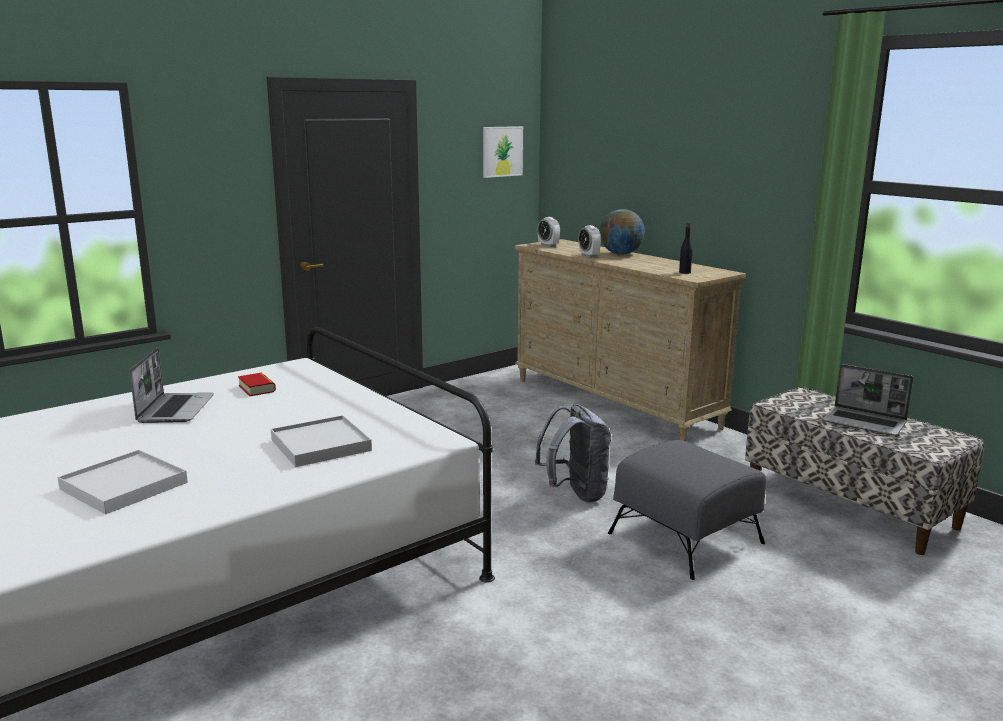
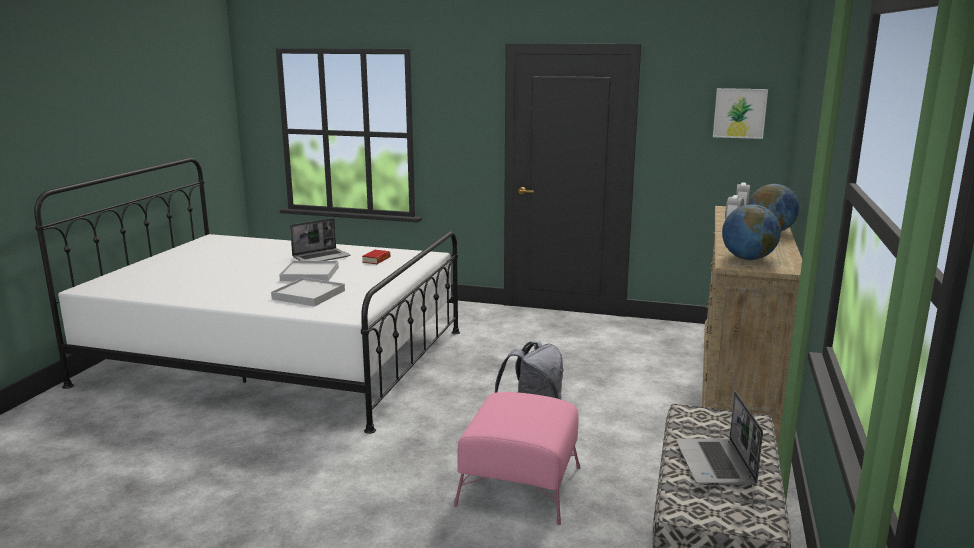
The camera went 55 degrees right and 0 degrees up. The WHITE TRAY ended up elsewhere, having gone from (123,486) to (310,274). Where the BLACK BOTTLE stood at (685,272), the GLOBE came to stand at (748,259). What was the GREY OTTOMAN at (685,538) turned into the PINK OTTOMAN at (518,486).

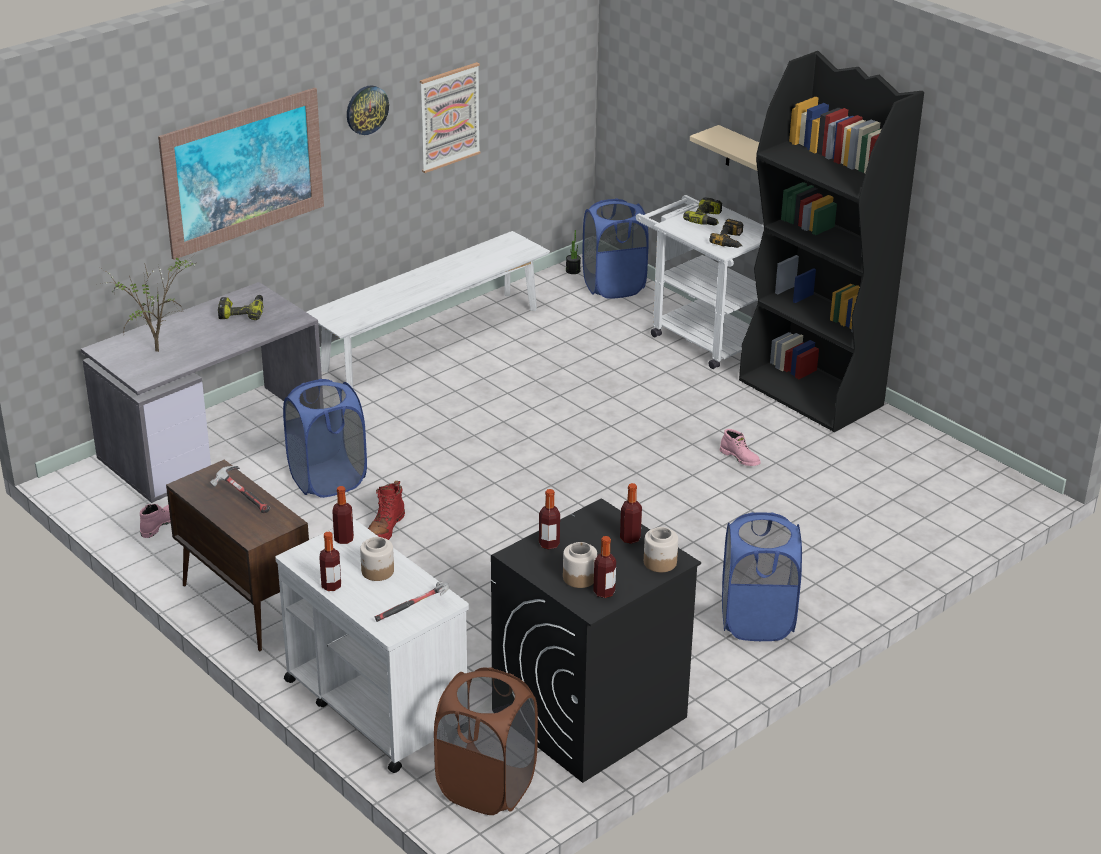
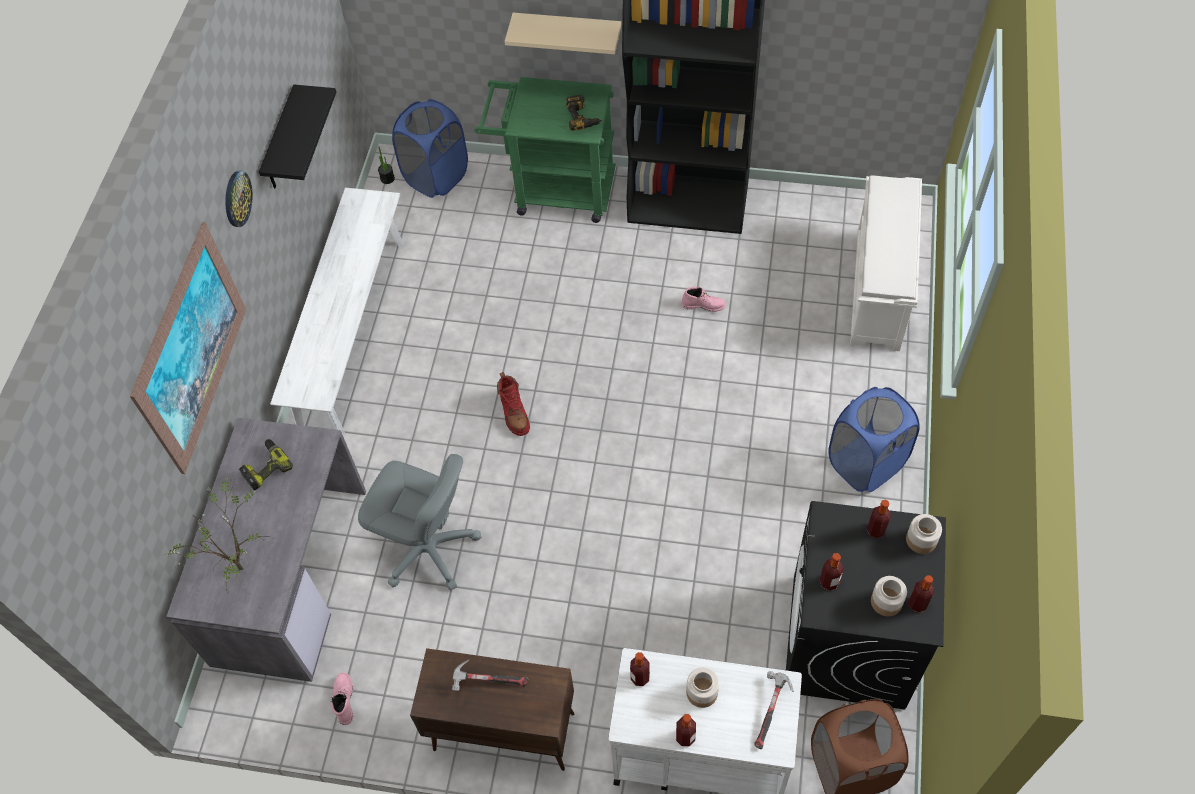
The camera went 35 degrees left and 25 degrees up. The second view lost the POWER DRILL at (707,219). The second view gained the WHITE SHOE RACK at (878,291). The RED BOOT ended up elsewhere, having gone from (385,528) to (514,413). Where the BLUE LAUNDRY BASKET stood at (327,480), the GREY OFFICE CHAIR came to stand at (428,549). Where the PICTURE hung at (449,117), the BLACK SHELF came to hang at (281,141). What was the WHITE CART at (701,336) turned into the GREEN CART at (555,191).

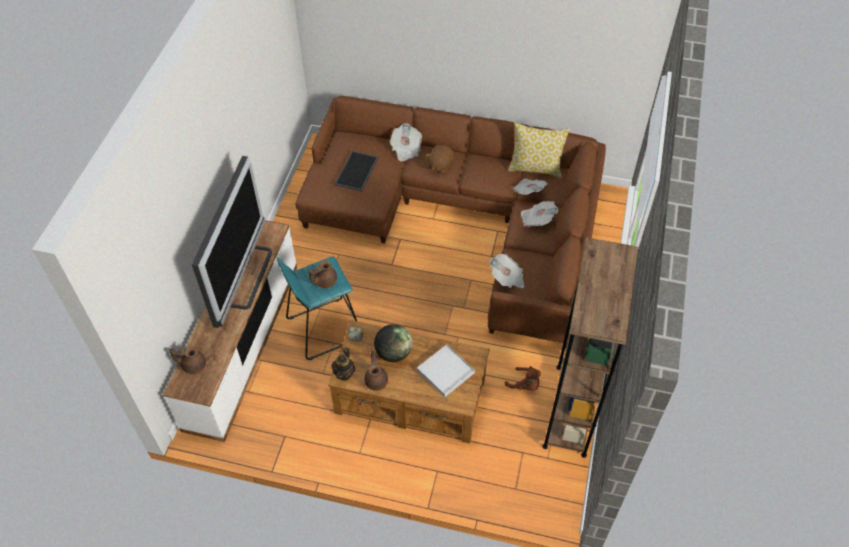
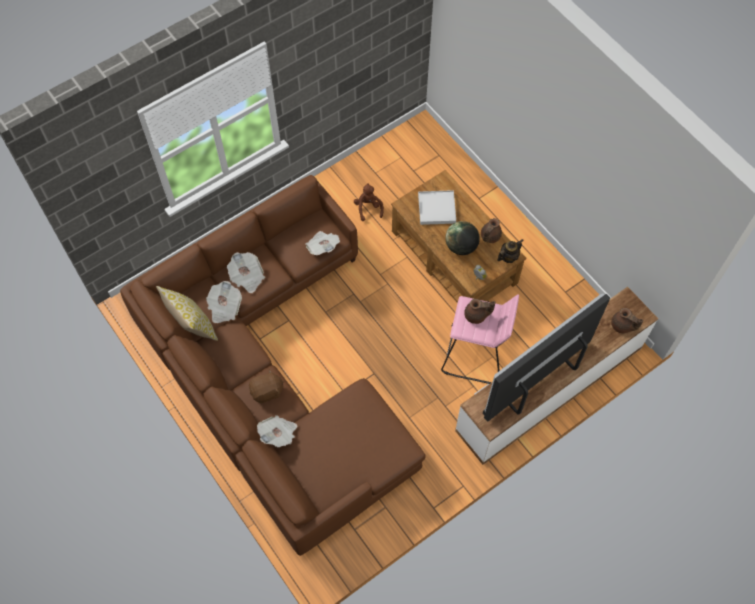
The camera went 140 degrees left and 10 degrees up. The second view lost the TRAY at (357,171). The second view lost the BROWN BOOKCASE at (571,409). What was the TURQUOISE STOOL at (323,328) turned into the PINK STOOL at (476,356).

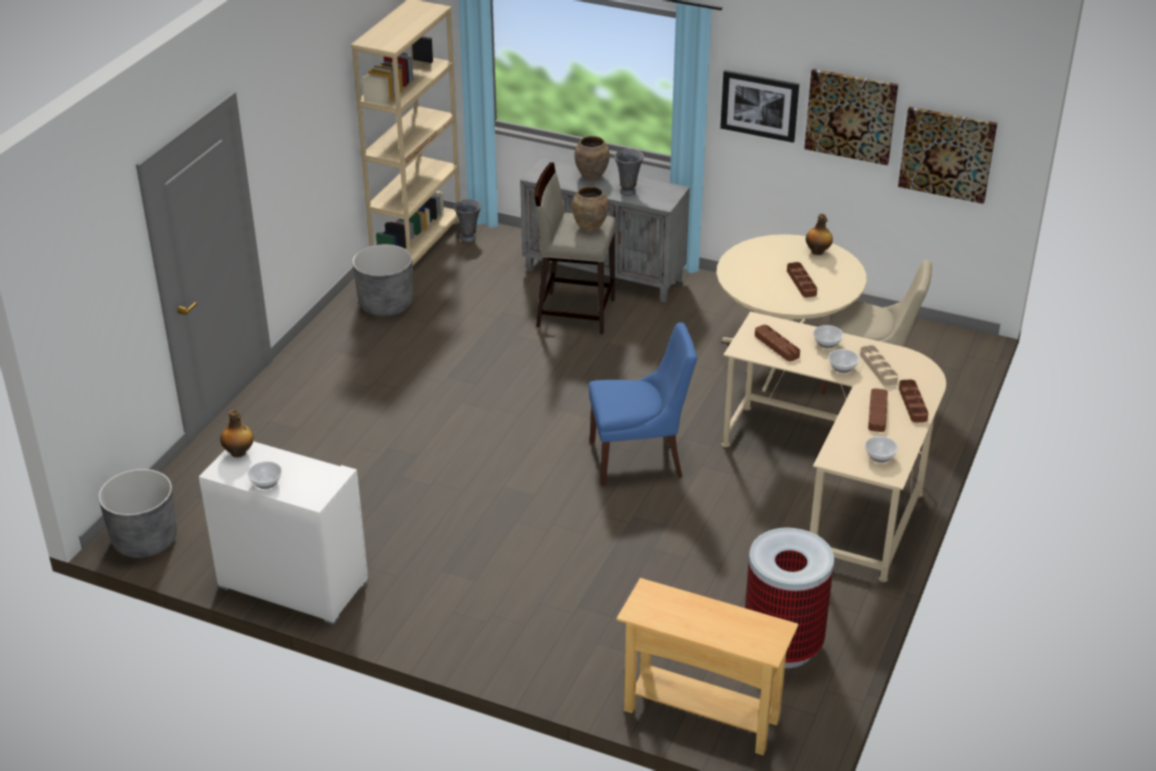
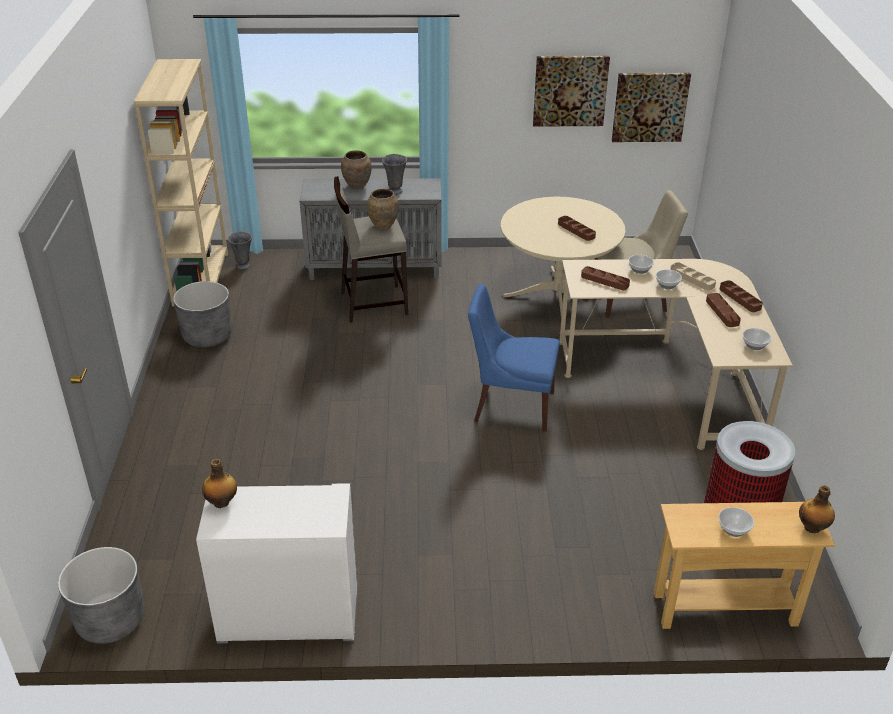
The camera went 25 degrees left and 0 degrees up. The second view lost the PICTURE at (759,105). The BOWL ended up elsewhere, having gone from (266,483) to (734,529). The BOTTLE ended up elsewhere, having gone from (818,252) to (813,527). The BLUE CHAIR at (639,458) ended up facing another way, 135 degrees counterclockwise from before.

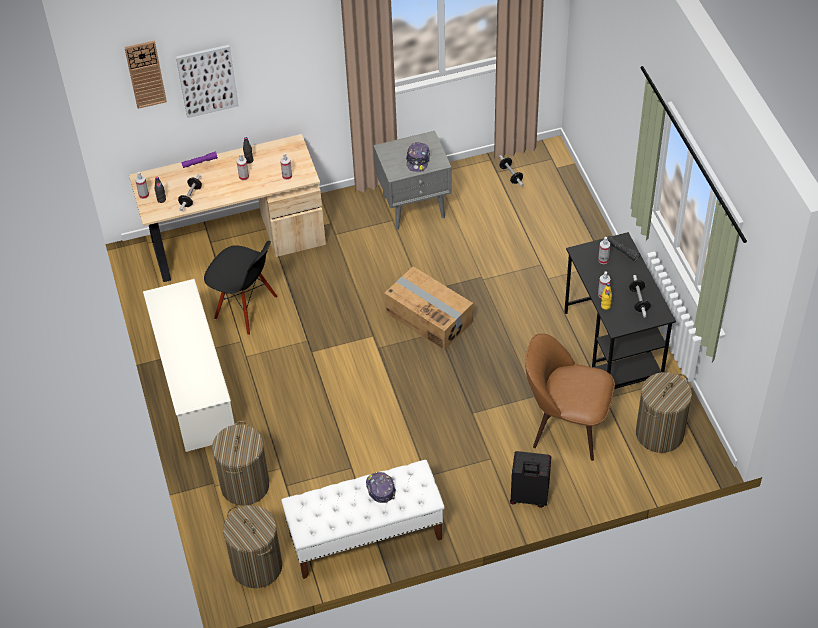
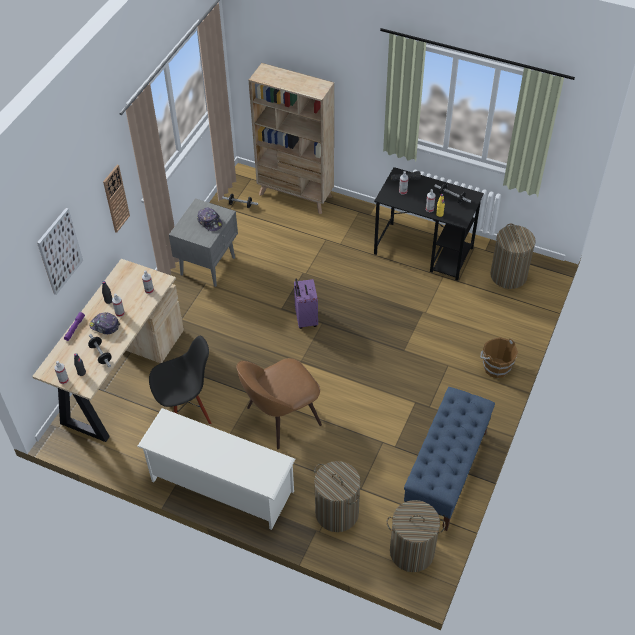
The camera went 50 degrees left and 0 degrees up. The second view gained the BEIGE BOOKCASE at (295,195). The WALL CLOCK ended up elsewhere, having gone from (145,74) to (116,199). The CAP ended up elsewhere, having gone from (380,489) to (104,326). The BROWN CHAIR ended up elsewhere, having gone from (566,425) to (281,417). Where the CARDBOARD BOX stood at (429,317), the PURPLE SUITCASE came to stand at (305,319). Where the BLACK SUITCASE stood at (528,497), the BROWN BUCKET came to stand at (495,367). What was the WHITE BENCH at (365,537) turned into the BLUE BENCH at (446,473).

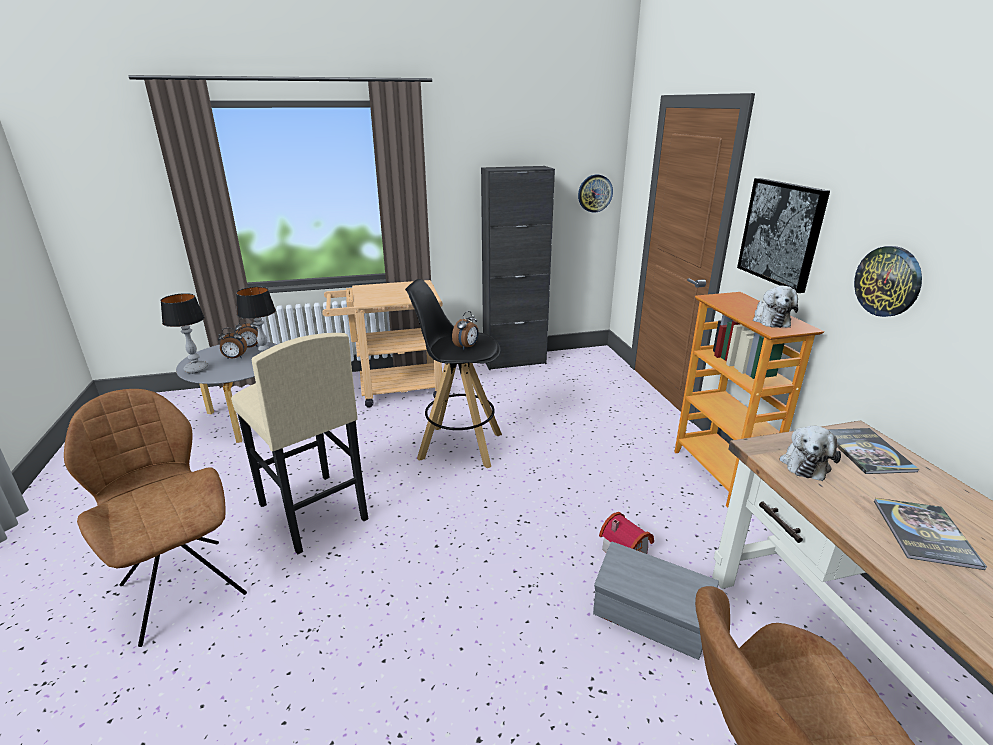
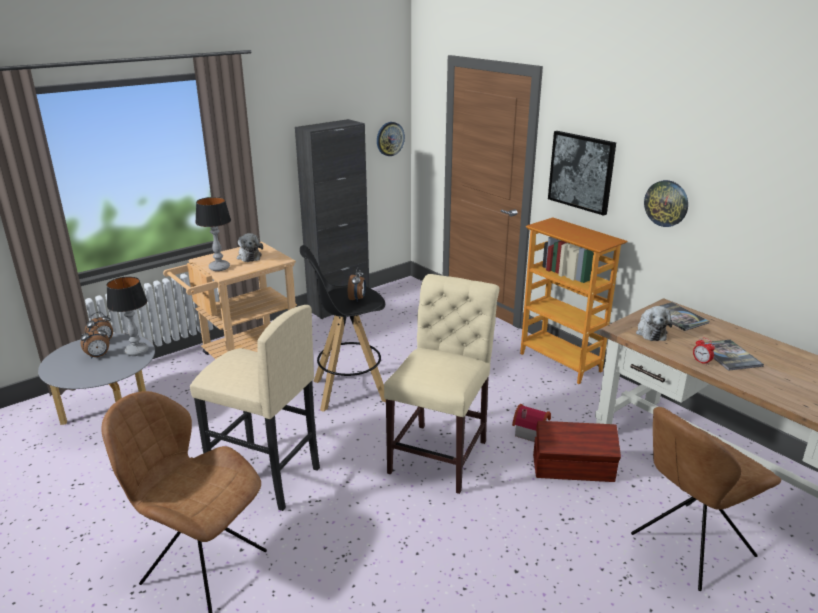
The camera went 25 degrees left and 0 degrees up. The second view gained the BEIGE CHAIR at (441,453). The second view gained the ALARM CLOCK at (701,362). The TABLE LAMP ended up elsewhere, having gone from (196,369) to (219,268). The PLUSH TOY ended up elsewhere, having gone from (770,320) to (249,256). What was the GREY STORAGE BOX at (651,620) turned into the BROWN STORAGE BOX at (574,469).

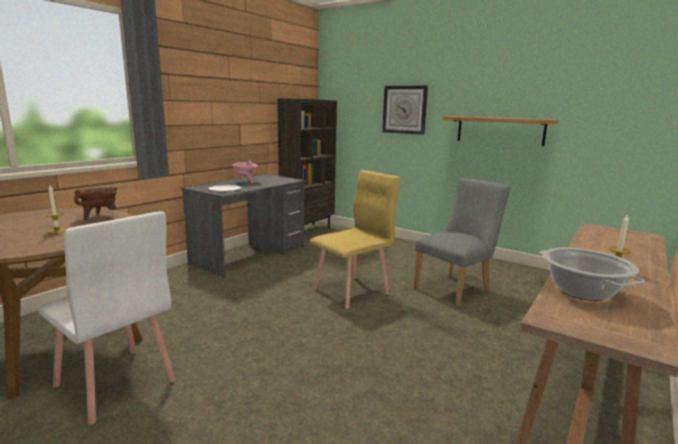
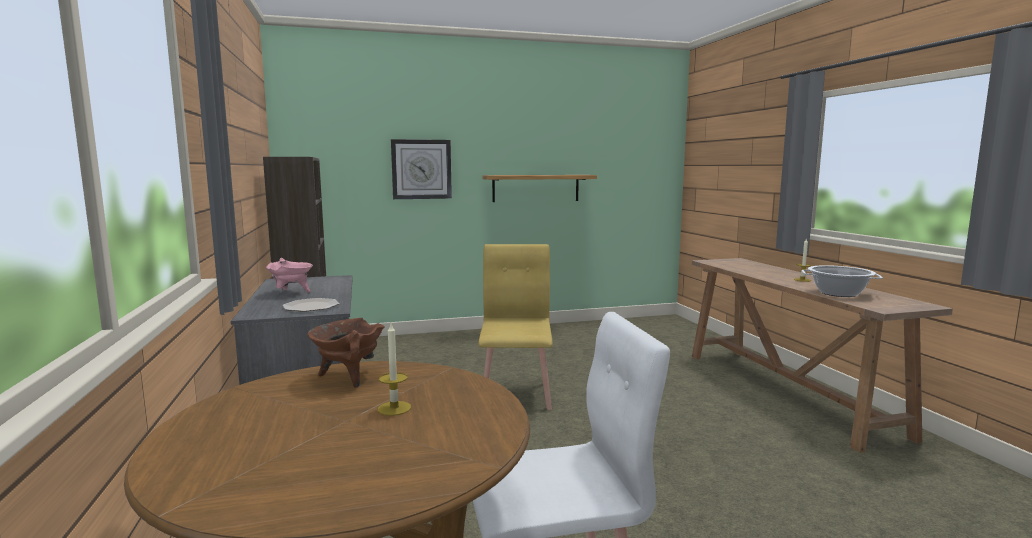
The camera went 50 degrees left and 5 degrees down. The second view lost the GREY CHAIR at (456,288).

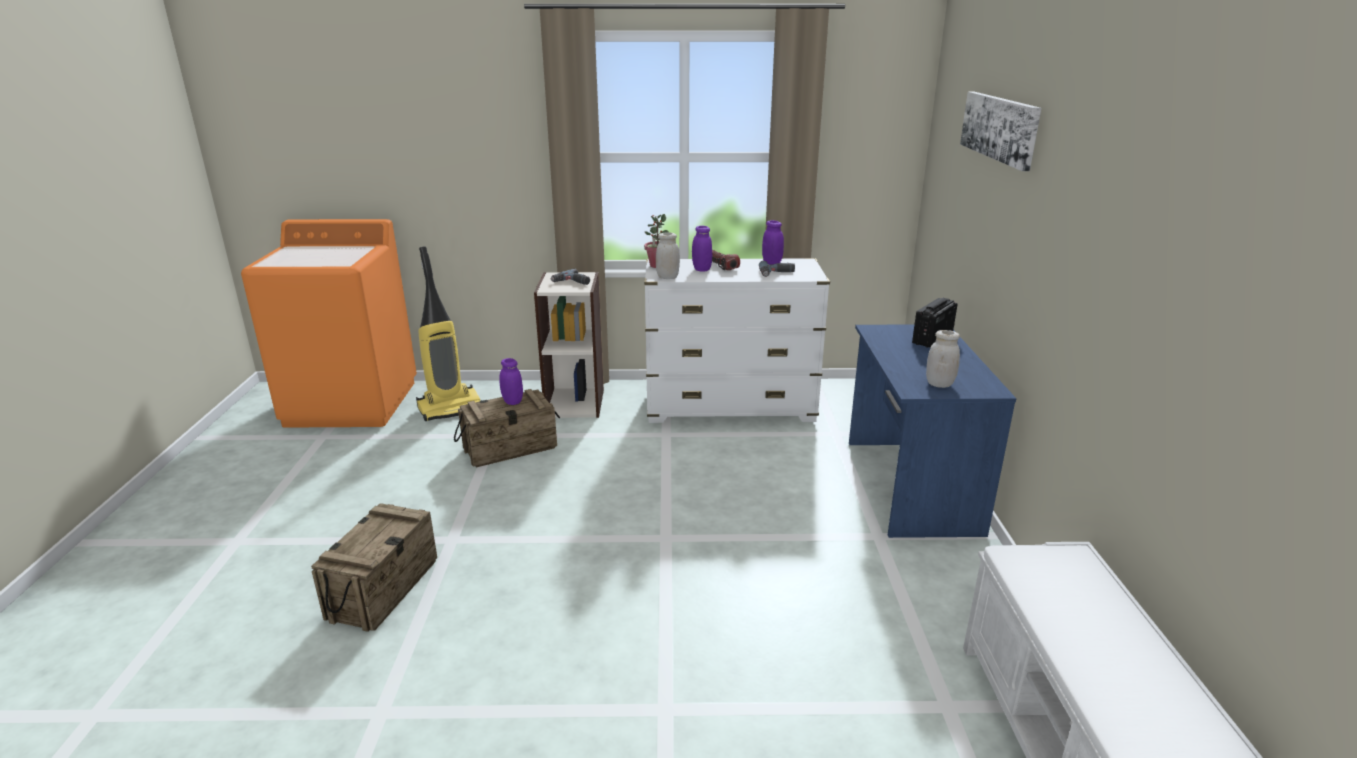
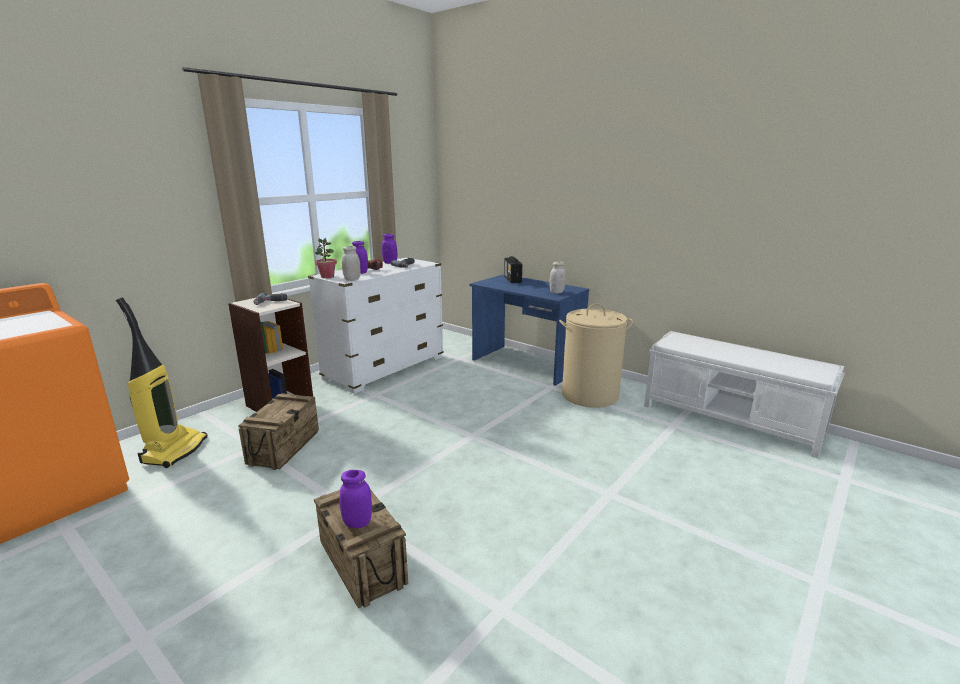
The camera went 50 degrees left and 5 degrees down. The second view lost the PICTURE at (1000,128). The second view gained the BEIGE LAUNDRY BASKET at (590,395). The PURPLE JAR ended up elsewhere, having gone from (512,401) to (357,522).

